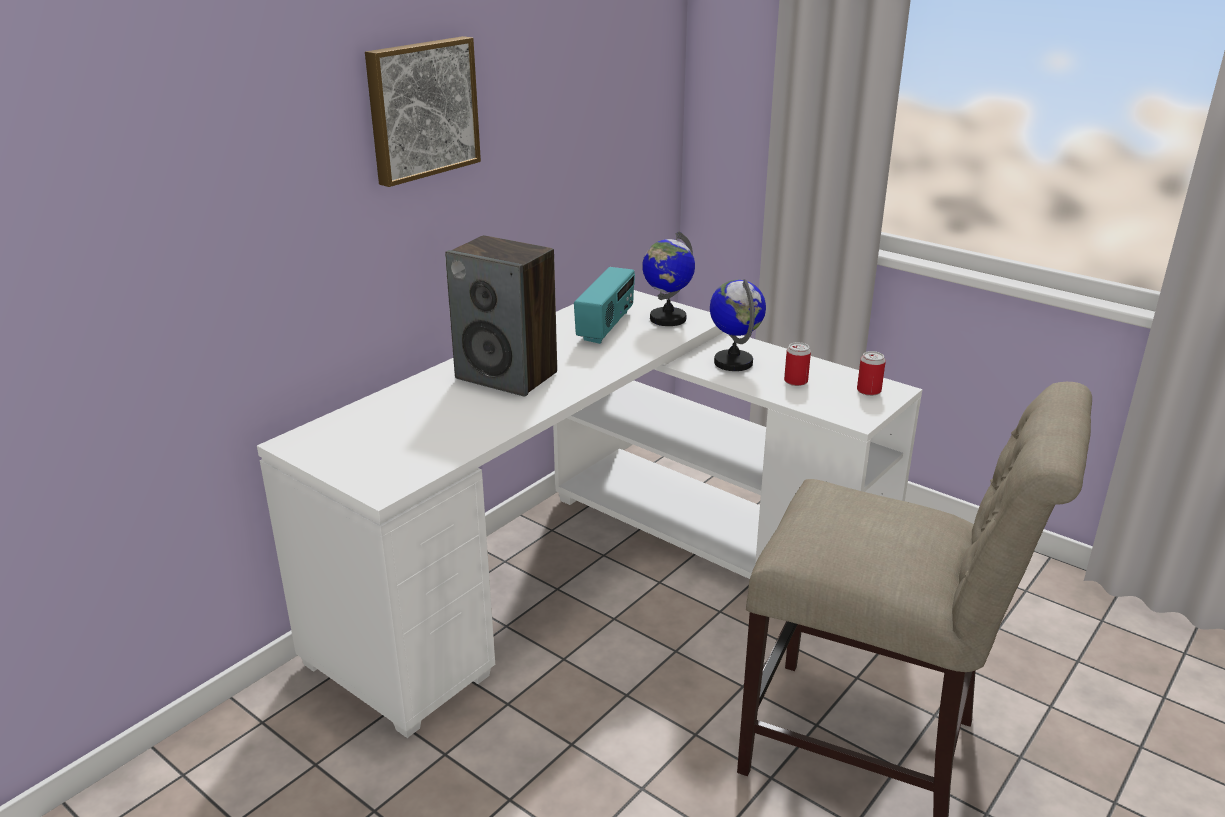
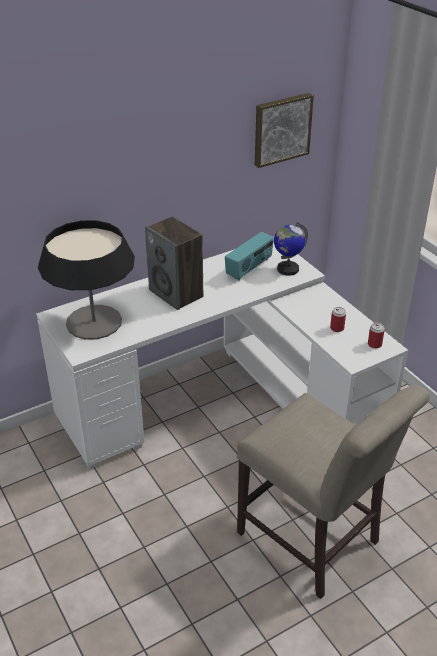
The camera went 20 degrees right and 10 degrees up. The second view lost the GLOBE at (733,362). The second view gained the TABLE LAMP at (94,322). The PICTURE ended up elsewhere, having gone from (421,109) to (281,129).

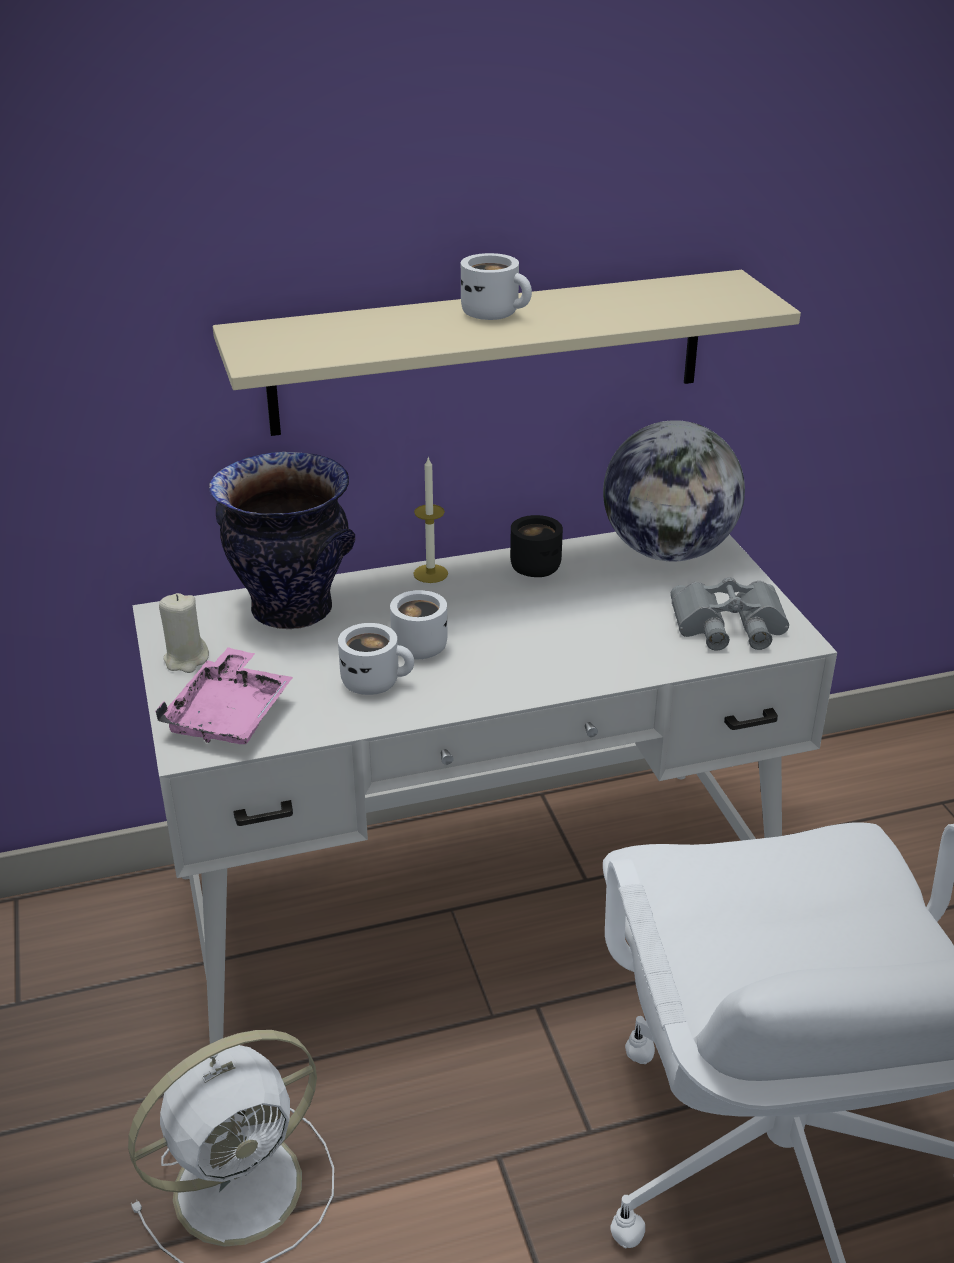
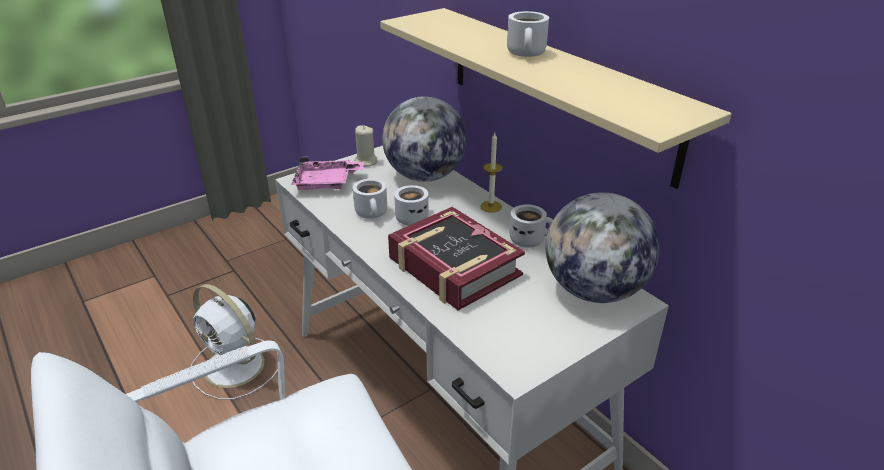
The camera went 70 degrees right and 0 degrees up. The second view lost the GREY BINOCULARS at (729,626). The second view gained the BOOK at (453,267). Where the VASE stood at (293,610), the GLOBE came to stand at (425,176). What was the BLACK MUG at (535,565) turned into the WHITE MUG at (529,239).

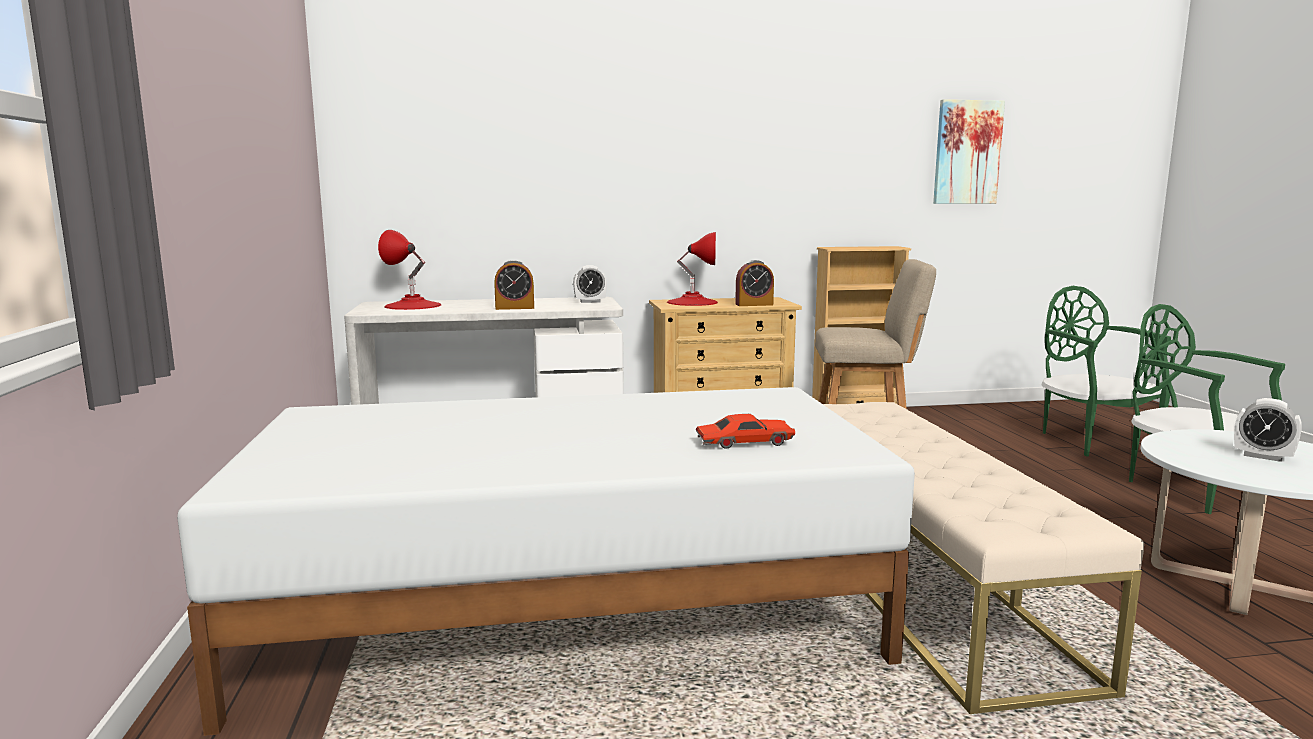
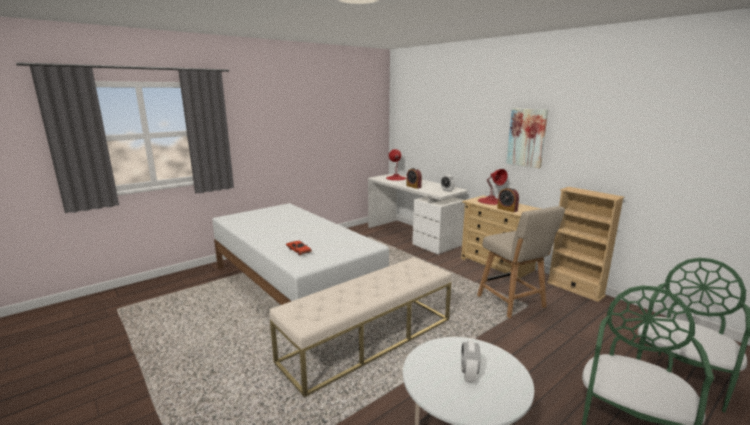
The camera went 60 degrees right and 5 degrees up. The PICTURE ended up elsewhere, having gone from (967,152) to (527,137).

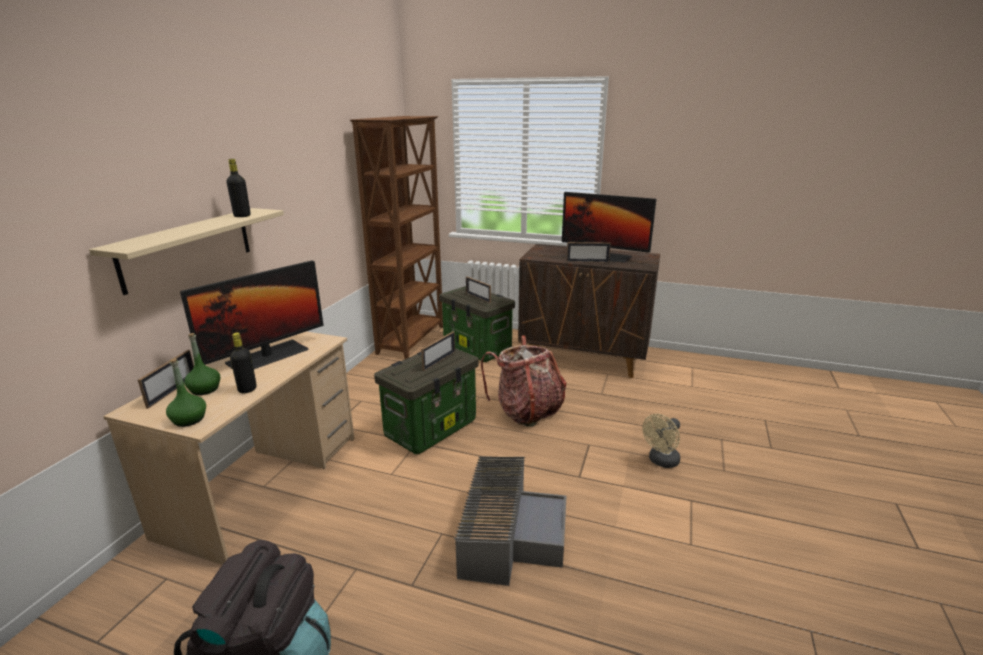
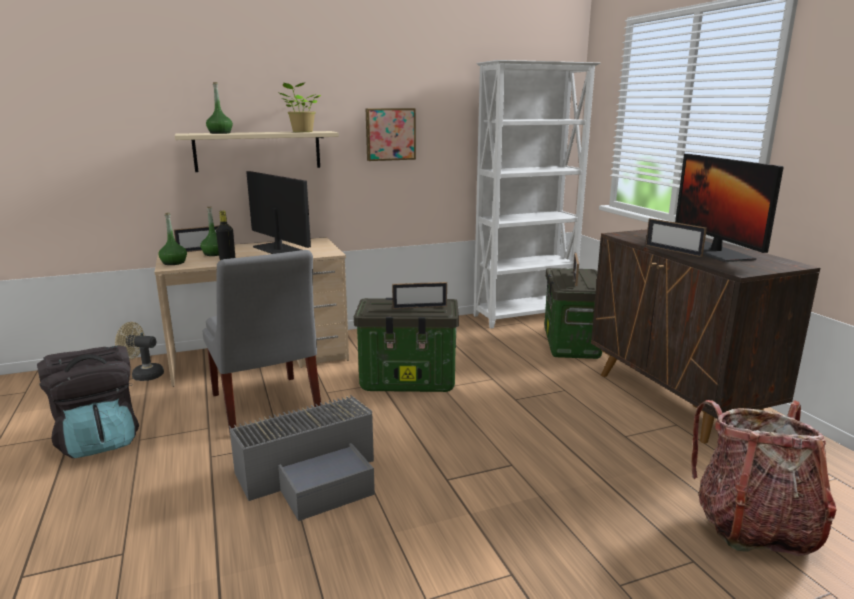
The camera went 50 degrees right and 5 degrees down. The second view gained the GREY CHAIR at (265,407). The second view gained the GREEN BOTTLE at (220,133). The second view gained the PICTURE at (390,134). The BACKPACK ended up elsewhere, having gone from (526,411) to (753,526). The BEIGE FAN ended up elsewhere, having gone from (661,461) to (143,375). Where the BLACK BOTTLE stood at (242,216), the POTTED PLANT came to stand at (301,132). What was the BROWN BOOKCASE at (412,339) turned into the WHITE BOOKCASE at (525,316). The MONITOR at (268,356) ended up facing another way, 135 degrees counterclockwise from before.

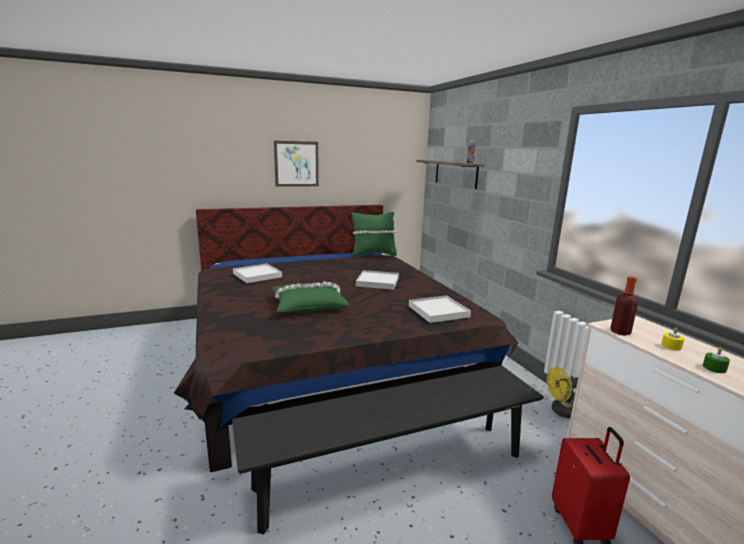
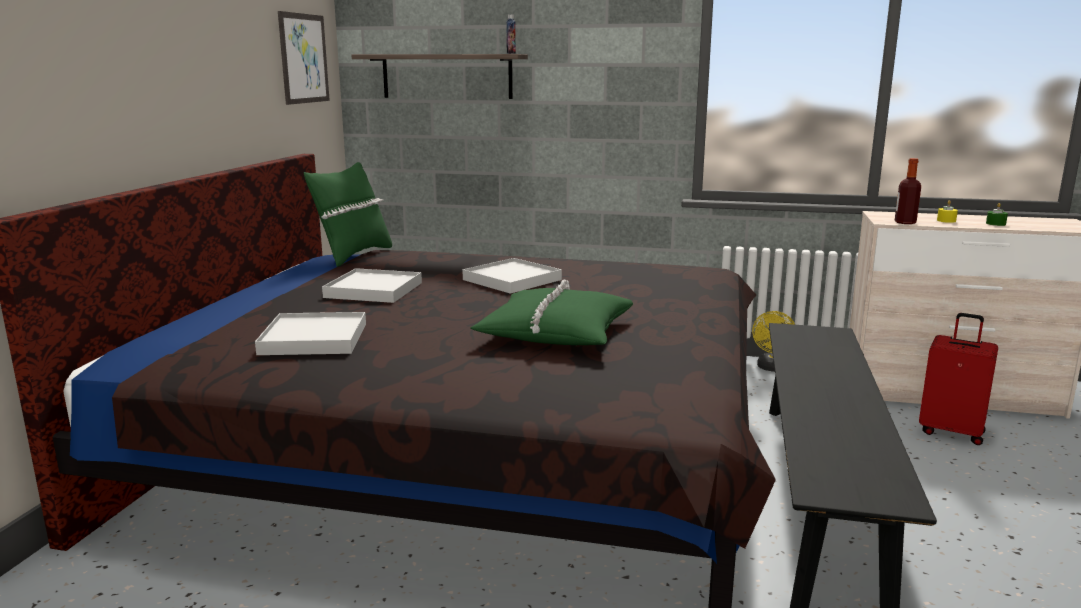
The camera went 55 degrees left and 0 degrees up. The PICTURE ended up elsewhere, having gone from (296,164) to (304,58). The WHITE TRAY ended up elsewhere, having gone from (438,311) to (374,290).

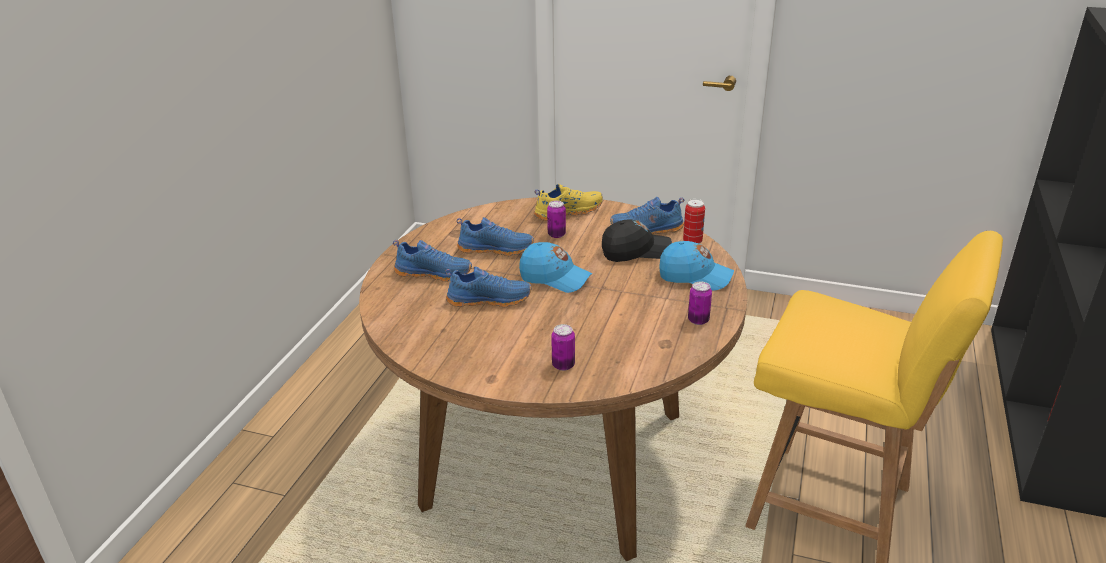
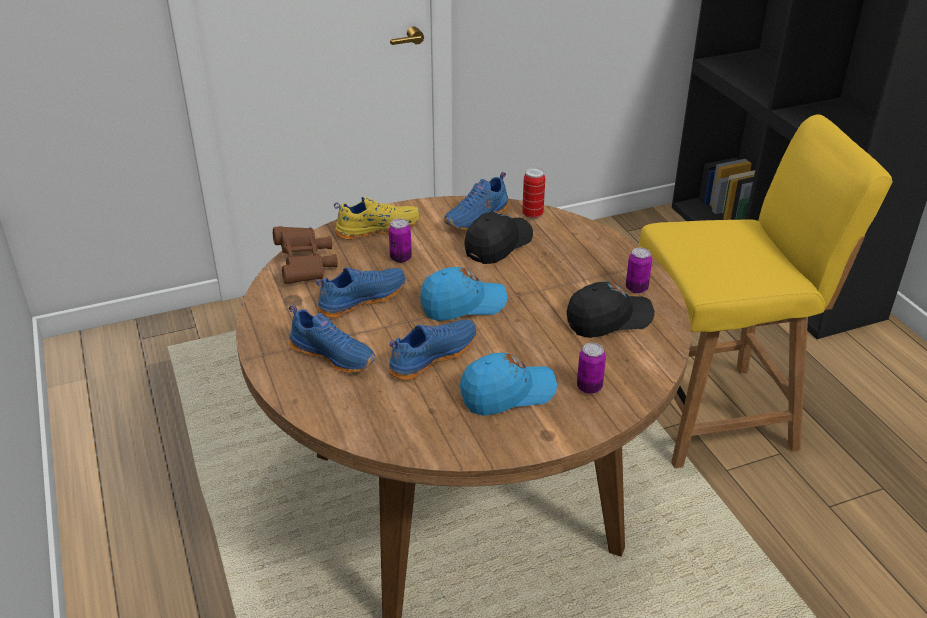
The camera went 40 degrees left and 5 degrees up. The second view gained the BROWN BINOCULARS at (306,266). The second view gained the BLACK CAP at (608,320). The BLUE CAP ended up elsewhere, having gone from (695,277) to (507,394). The BLUE SHOE at (434,273) ended up facing another way, 60 degrees clockwise from before. The YELLOW SHOE at (567,212) ended up facing another way, 45 degrees clockwise from before.

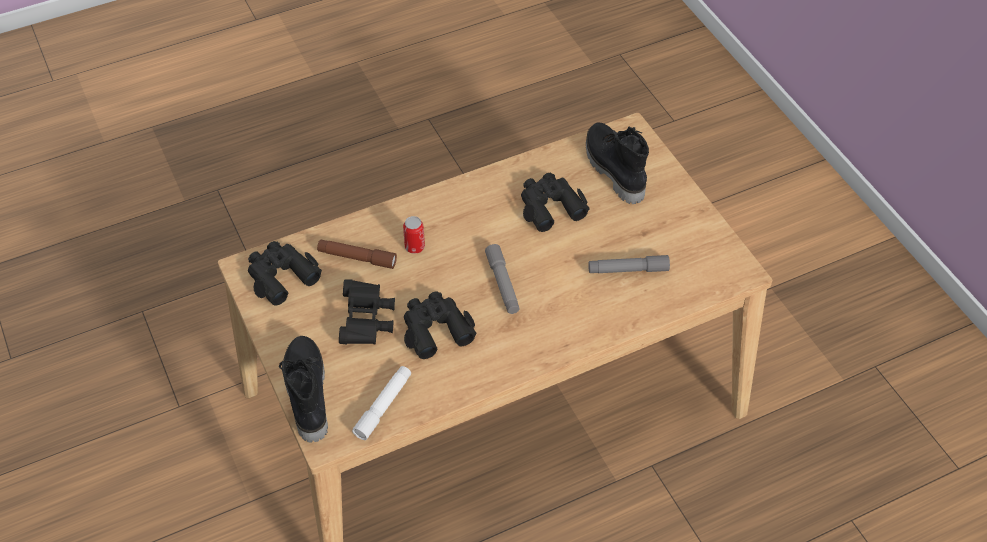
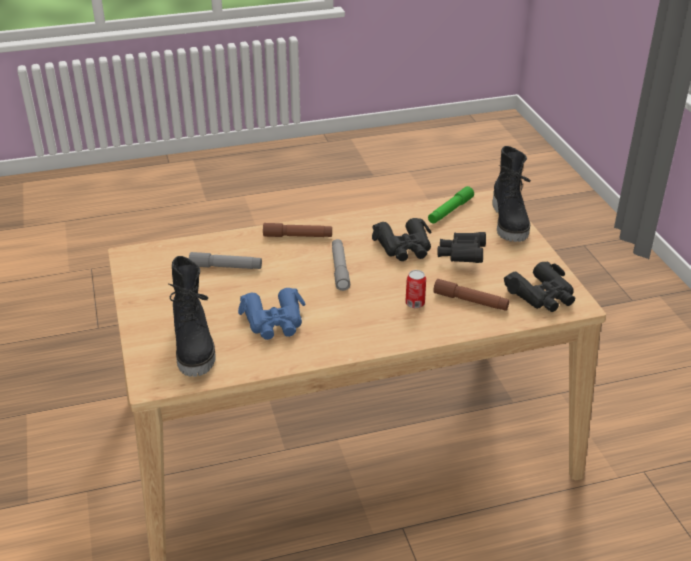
The camera went 170 degrees left and 15 degrees down. The second view gained the BROWN FLASHLIGHT at (298,236). What was the WHITE FLASHLIGHT at (383,406) turned into the GREEN FLASHLIGHT at (450,210). What was the BLACK BINOCULARS at (550,206) turned into the BLUE BINOCULARS at (274,322).

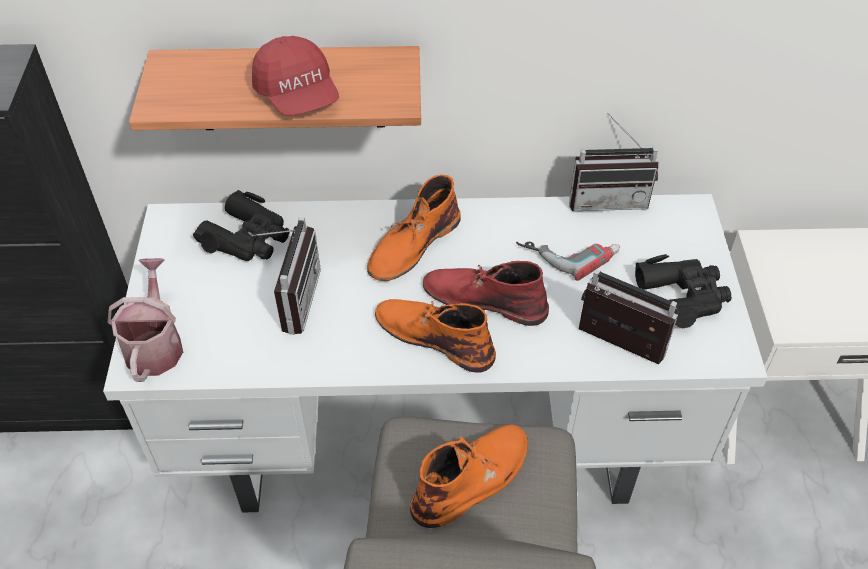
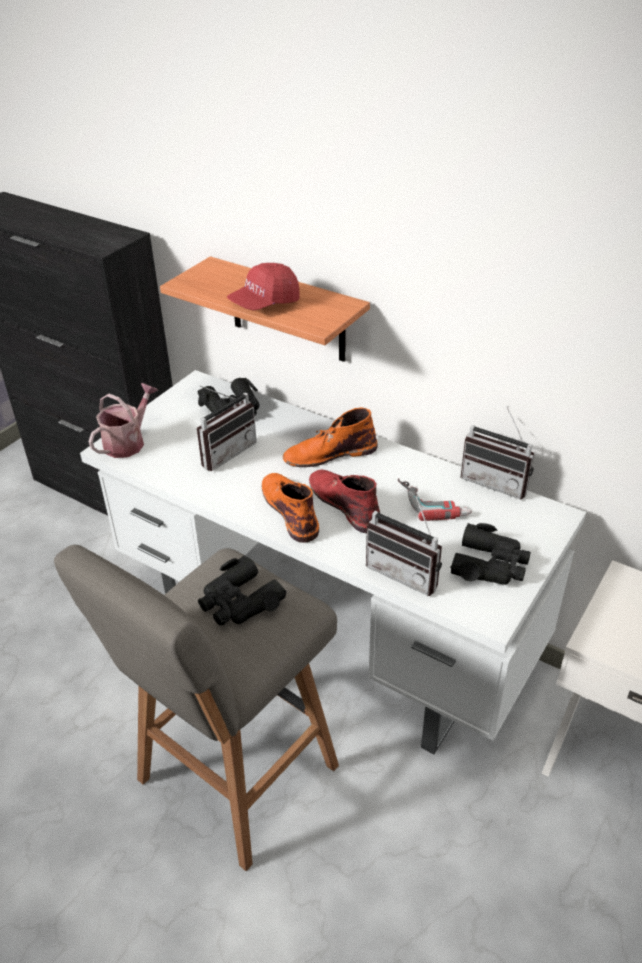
The camera went 35 degrees right and 10 degrees down. Where the ORANGE BOOT stood at (472,478), the BLACK BINOCULARS came to stand at (239,602). The RED CAP at (298,95) ended up facing another way, 45 degrees clockwise from before. The RADIO at (615,348) ended up facing another way, 150 degrees clockwise from before.

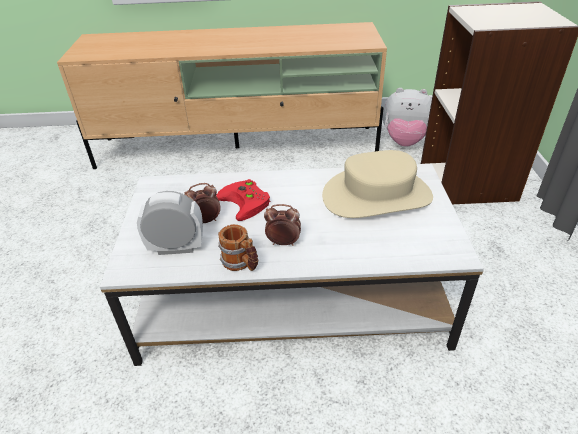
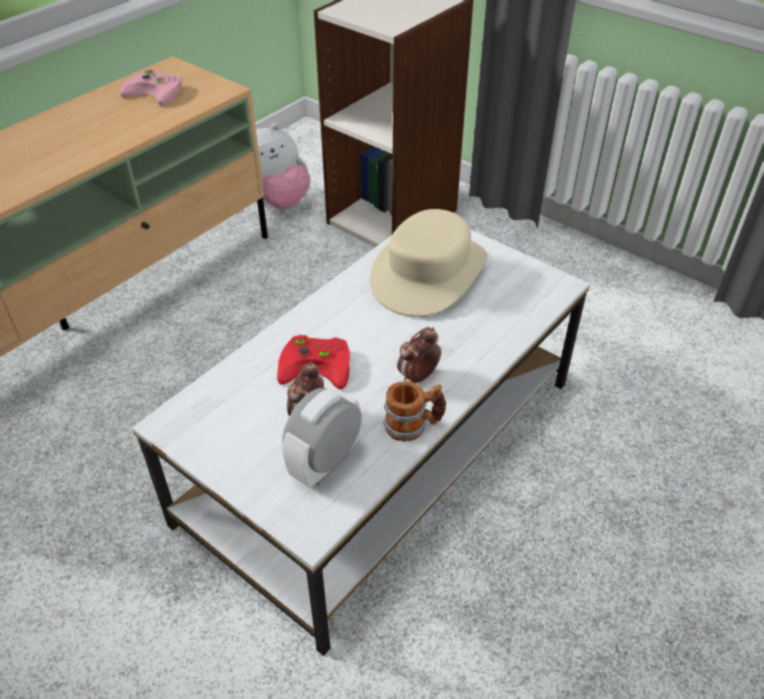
The camera went 50 degrees left and 5 degrees up. The second view gained the PINK GAME CONTROLLER at (157,91).

